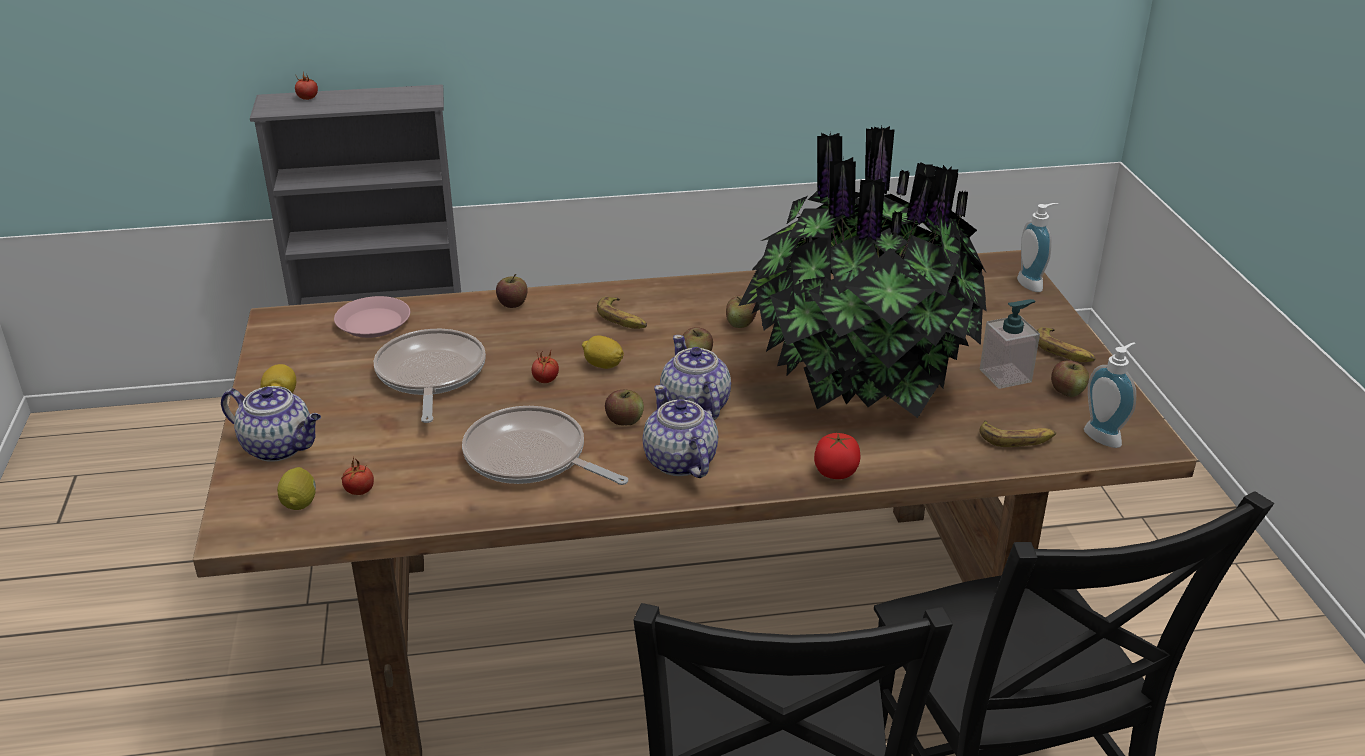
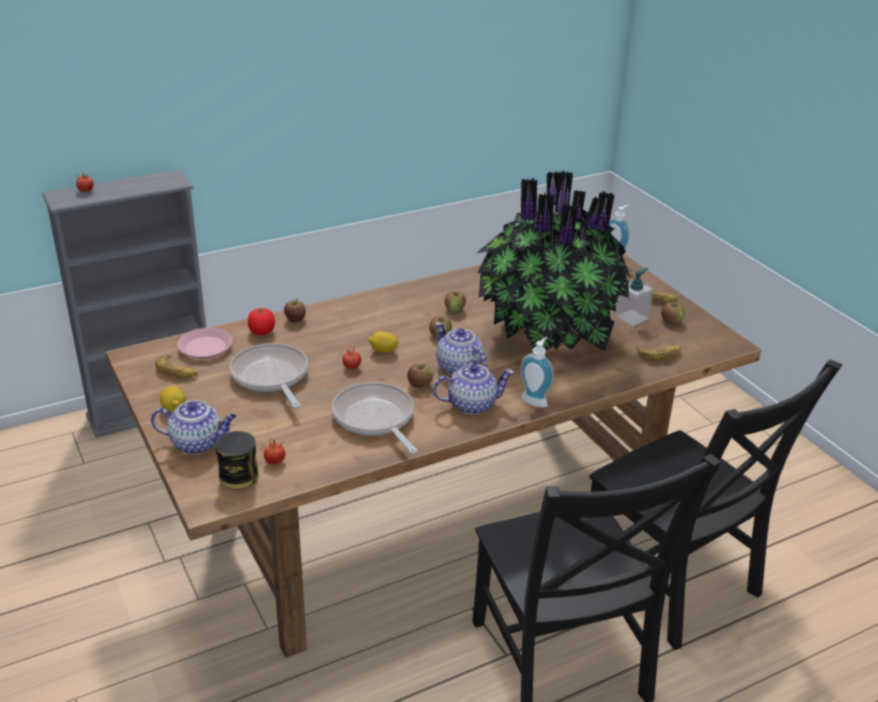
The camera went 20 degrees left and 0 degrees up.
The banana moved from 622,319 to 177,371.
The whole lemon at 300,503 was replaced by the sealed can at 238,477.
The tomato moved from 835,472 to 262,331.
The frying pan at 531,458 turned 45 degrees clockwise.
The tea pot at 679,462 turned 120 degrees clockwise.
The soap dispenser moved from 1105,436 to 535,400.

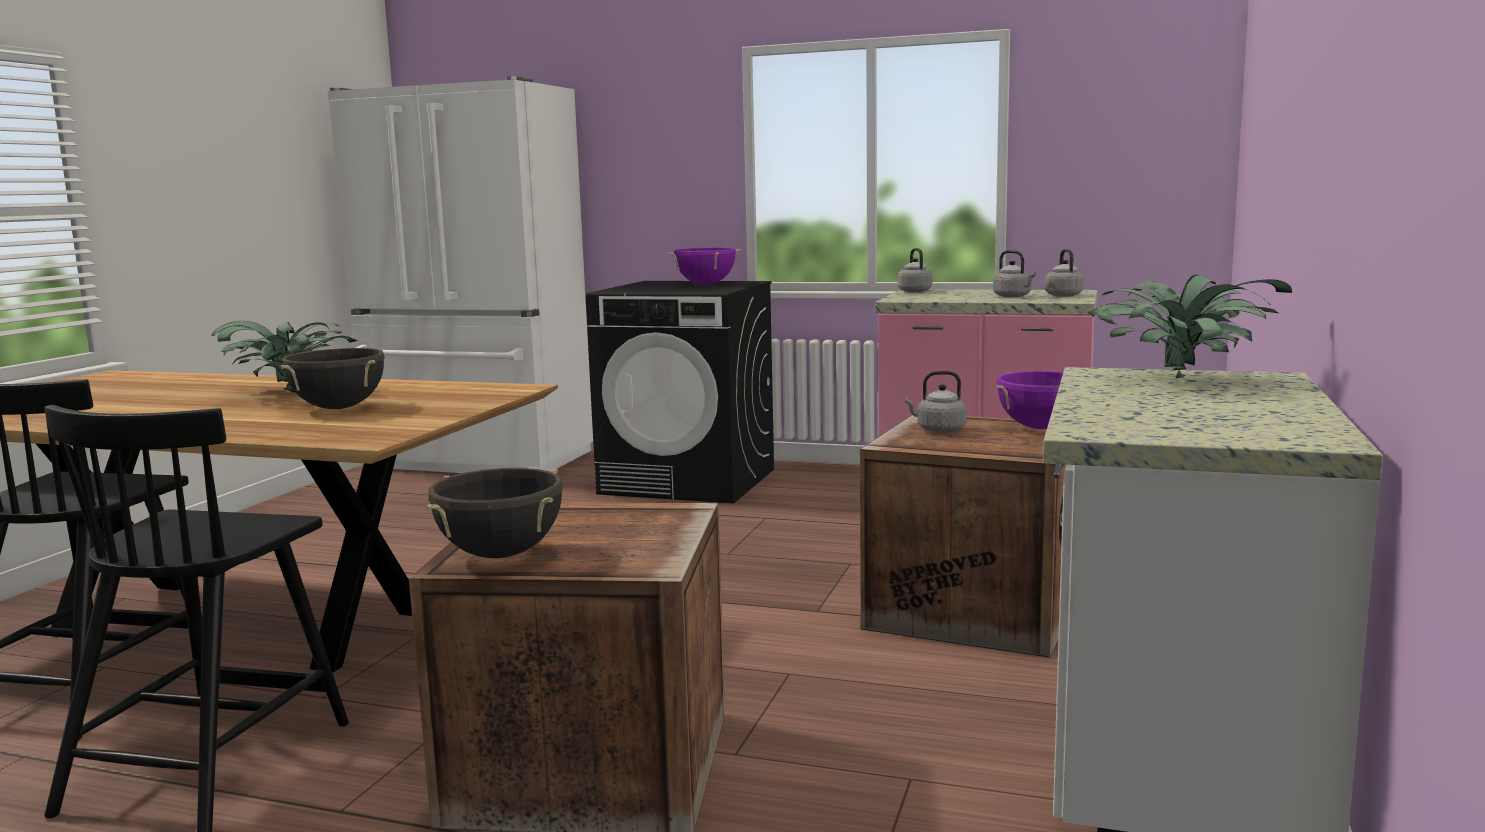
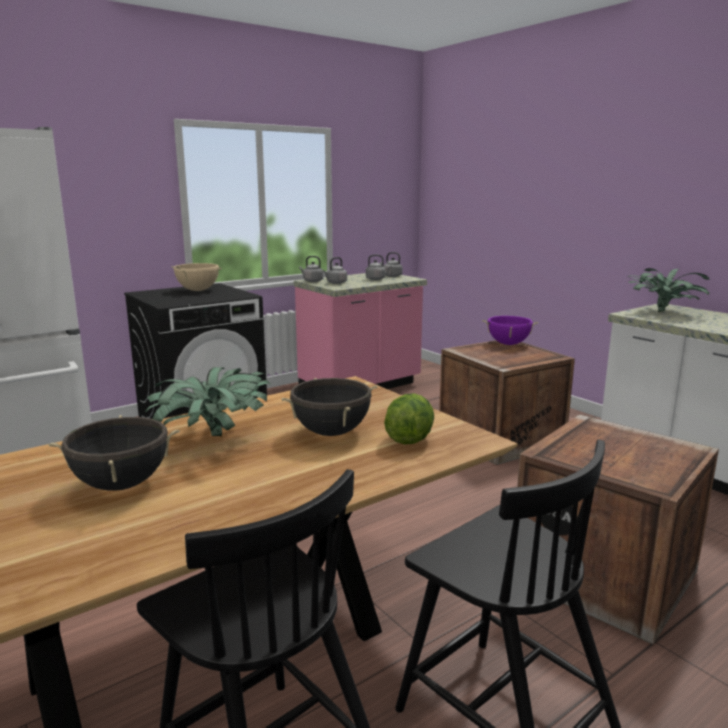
The camera went 55 degrees left and 5 degrees up.
The black-coloured stockpot moved from 501,554 to 121,484.
The purplish stockpot at 705,284 became the beige stockpot at 198,290.
The gray tea kettle moved from 938,430 to 335,283.
The lettuce head at 409,439 appeared.

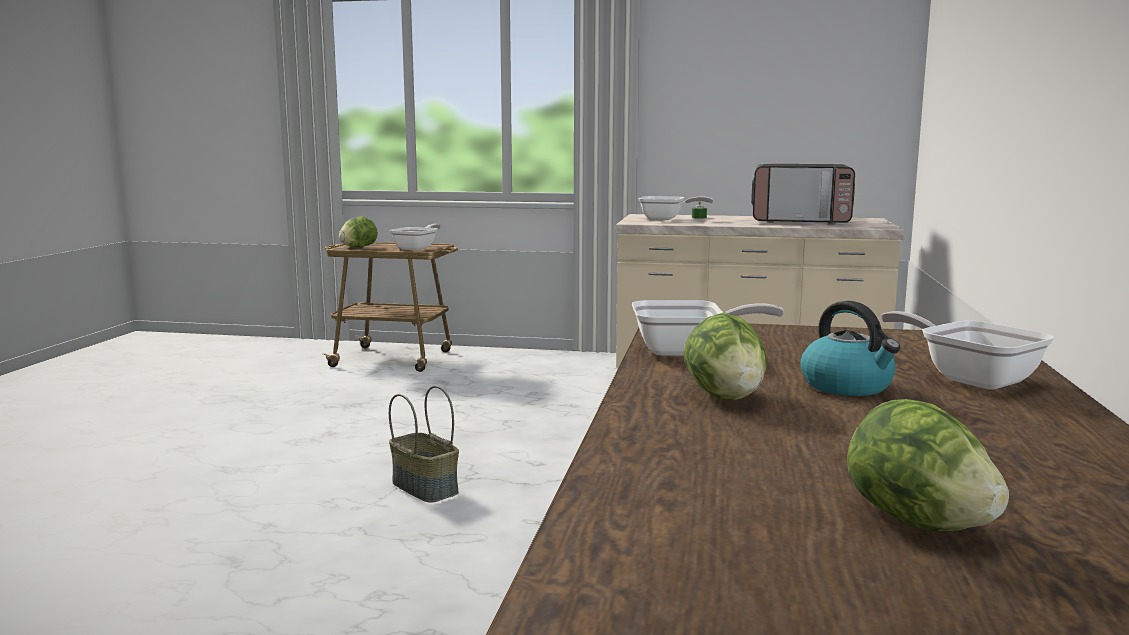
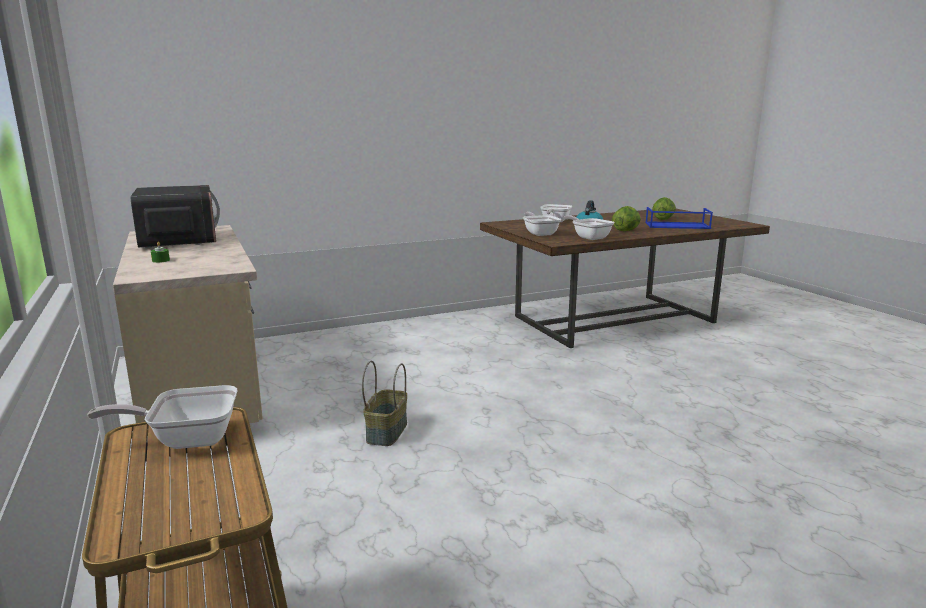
The camera went 125 degrees left and 5 degrees up.
The basket moved from 426,487 to 386,431.
The frying pan moved from 666,219 to 539,233.
The blue serving tray at 676,225 appeared.
The lettuce head at 358,247 disappeared.

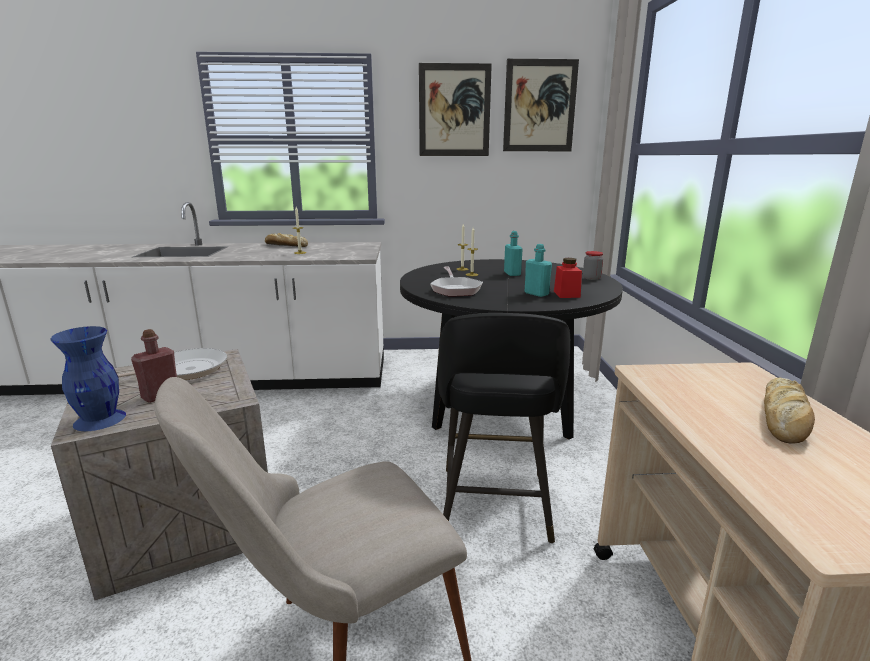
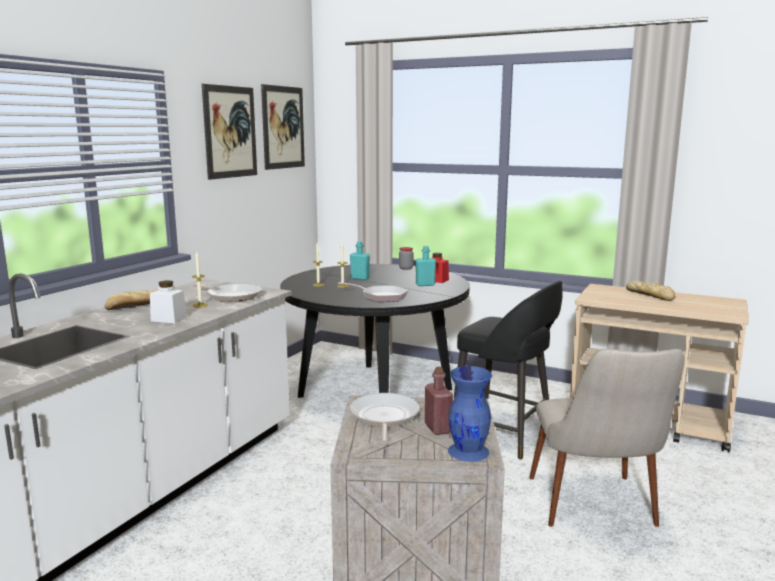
The camera went 60 degrees left and 5 degrees down.
The white-coloured storage jar at 169,319 appeared.
The frying pan at 232,296 appeared.

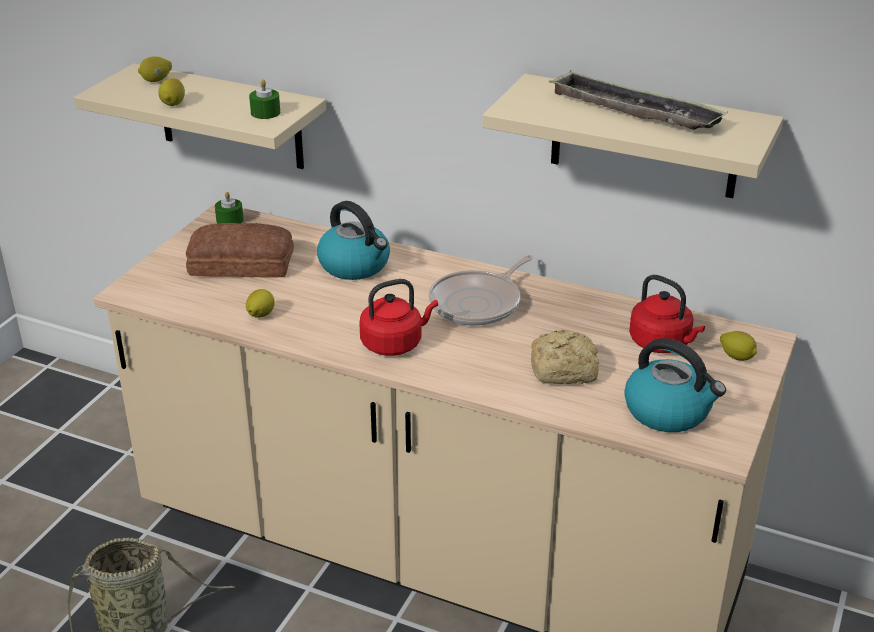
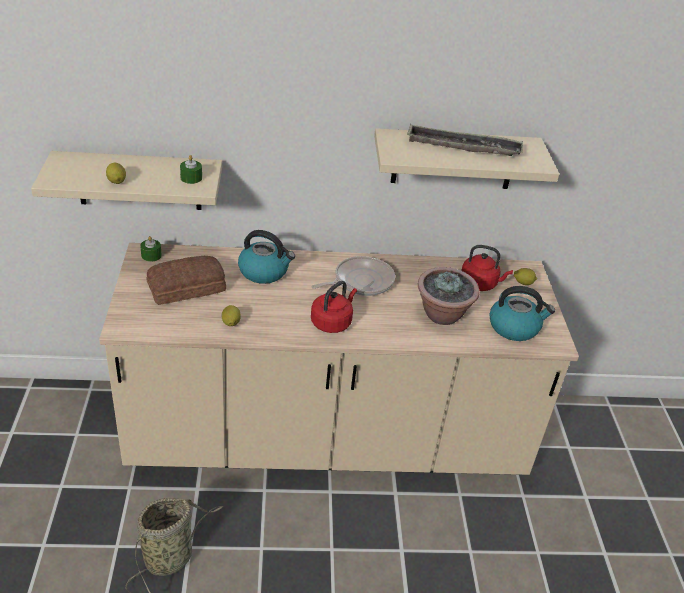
The camera went 30 degrees left and 5 degrees up.
The frying pan at 478,303 turned 135 degrees counterclockwise.
The bakery bread at 565,370 was replaced by the plant in a pot at 442,315.
The whole lemon at 156,80 disappeared.

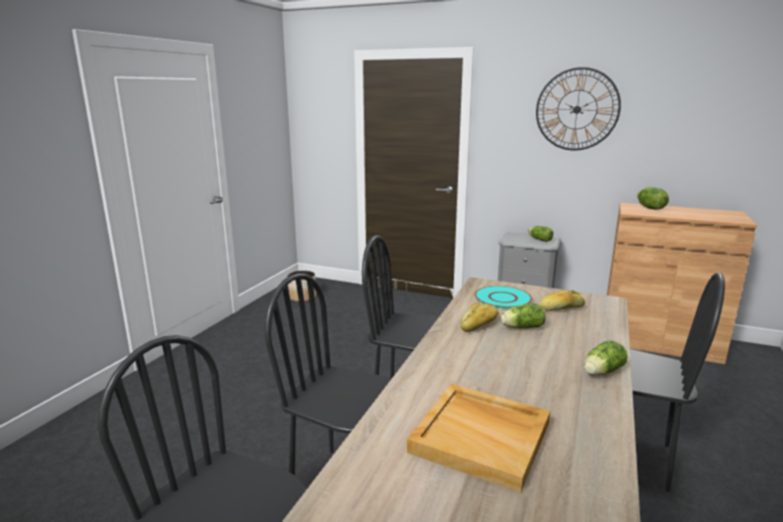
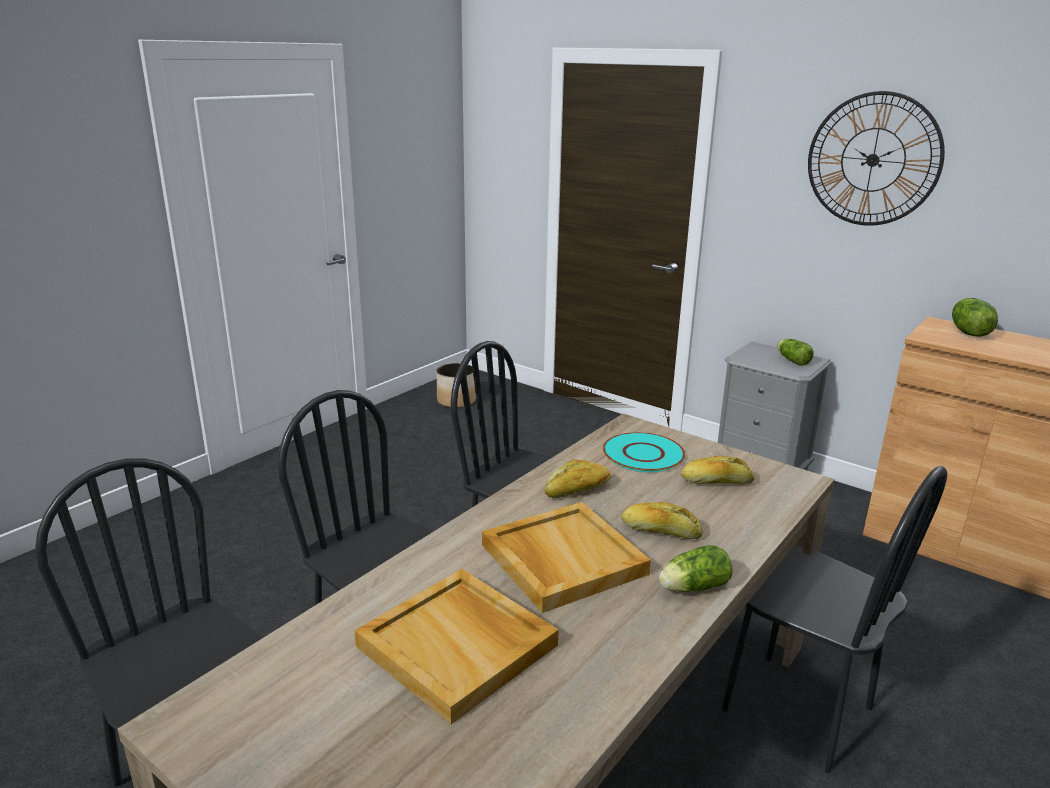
The camera went 15 degrees right and 5 degrees up.
The beige serving tray at 561,559 appeared.
The bakery bread at 660,531 appeared.
The lettuce head at 521,327 disappeared.

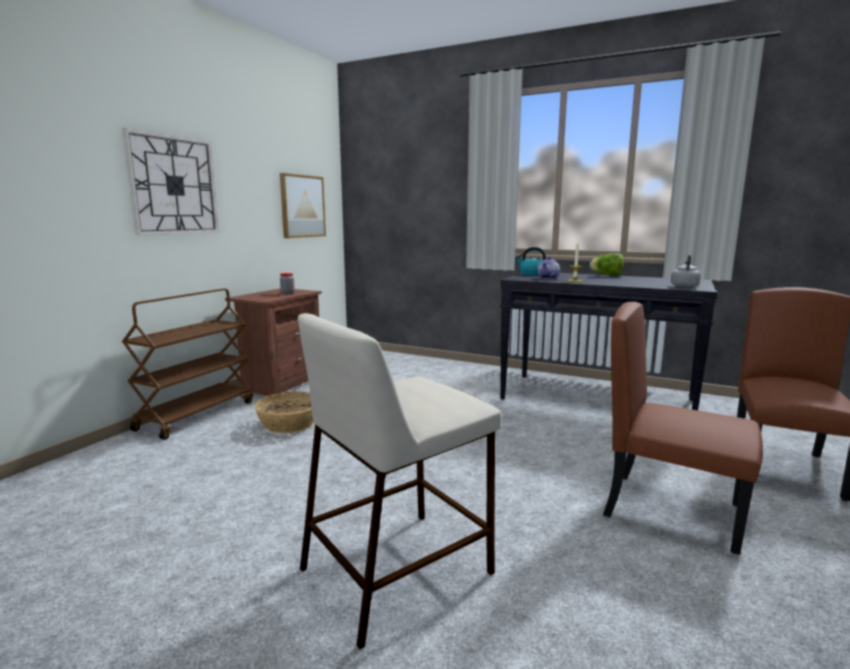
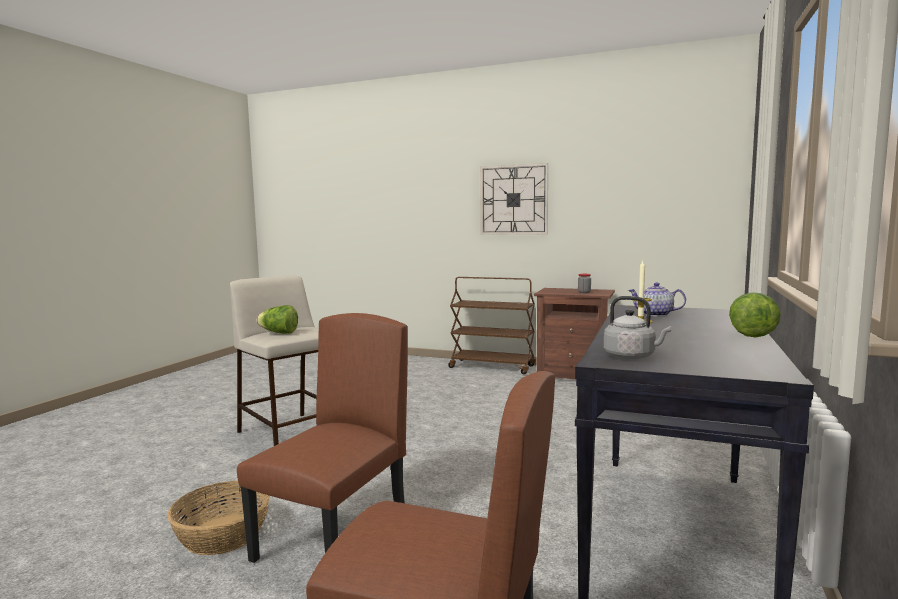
The camera went 85 degrees right and 5 degrees down.
The basket moved from 289,424 to 222,534.
The lettuce head at 279,333 appeared.
The wall picture at 302,206 disappeared.
The tea kettle at 532,274 disappeared.

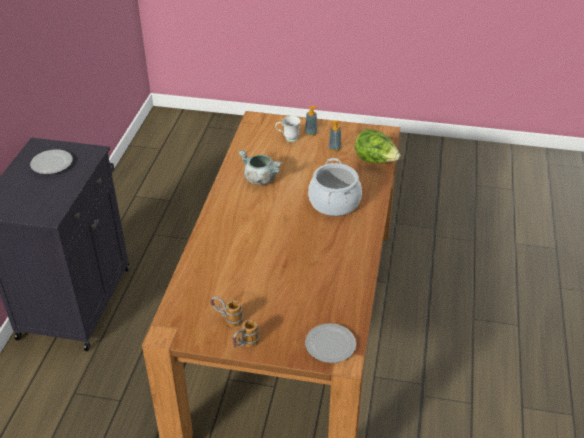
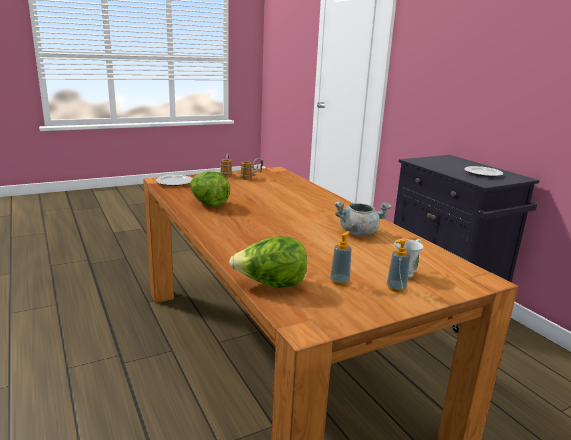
The camera went 140 degrees right and 20 degrees down.
The lettuce head at 208,204 appeared.
The stockpot at 334,203 disappeared.

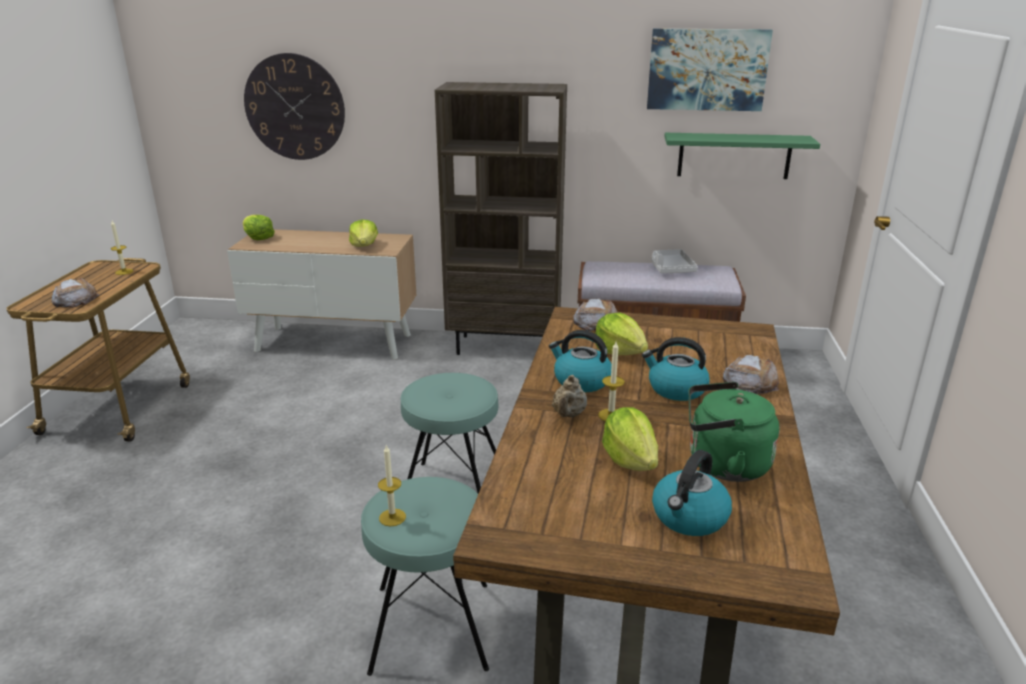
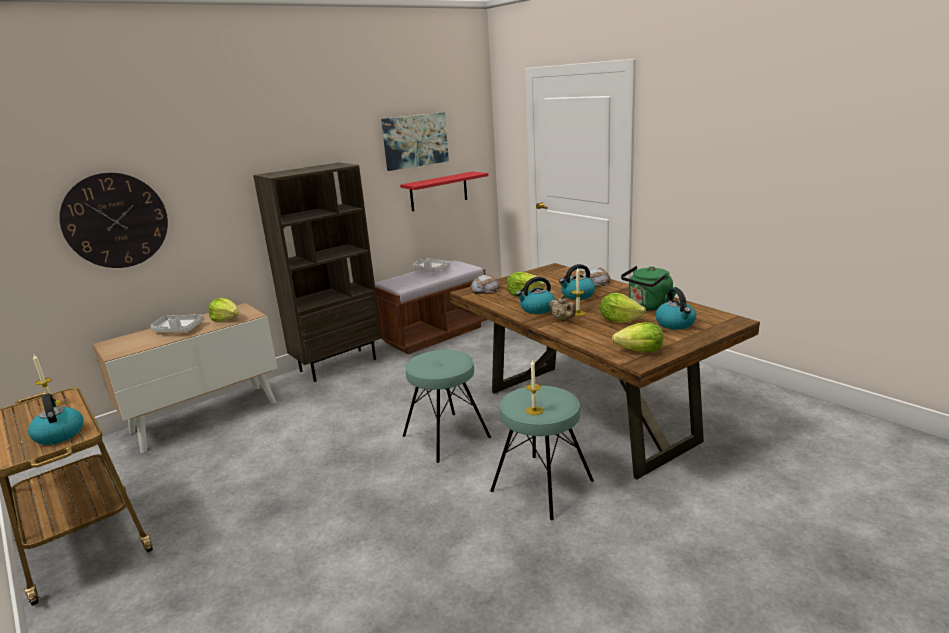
The camera went 45 degrees left and 5 degrees down.
The bakery bread at 75,300 was replaced by the tea kettle at 59,434.
The gray serving tray at 178,330 appeared.
The green-coloured wall shelf at 734,156 became the red wall shelf at 439,191.
The lettuce head moved from 258,238 to 640,351.

